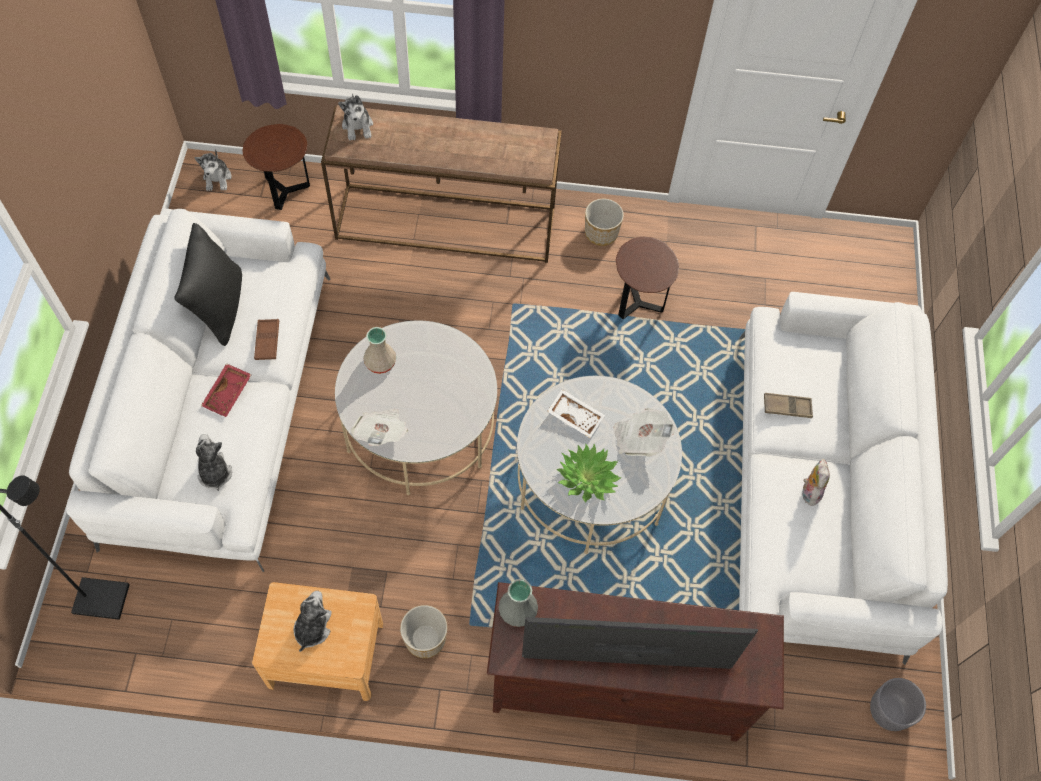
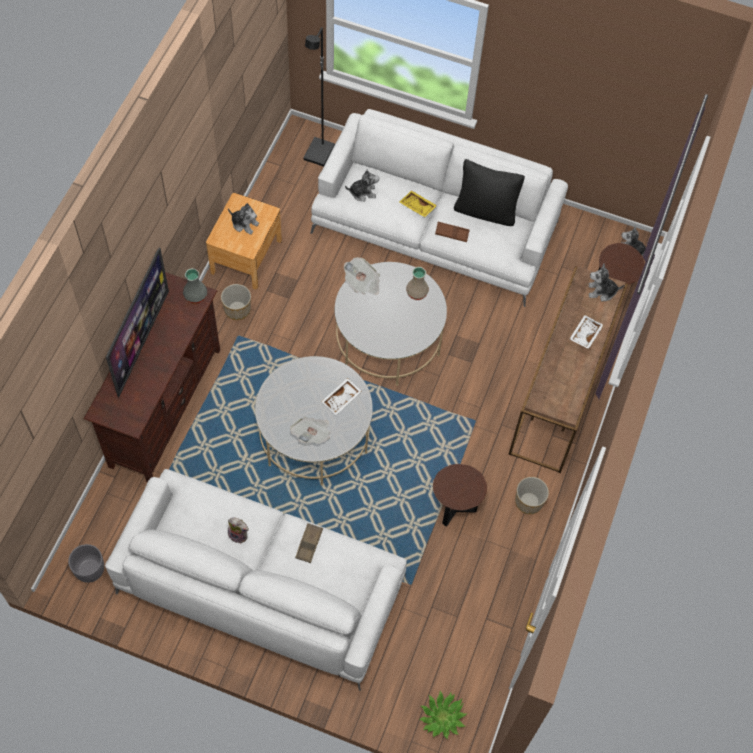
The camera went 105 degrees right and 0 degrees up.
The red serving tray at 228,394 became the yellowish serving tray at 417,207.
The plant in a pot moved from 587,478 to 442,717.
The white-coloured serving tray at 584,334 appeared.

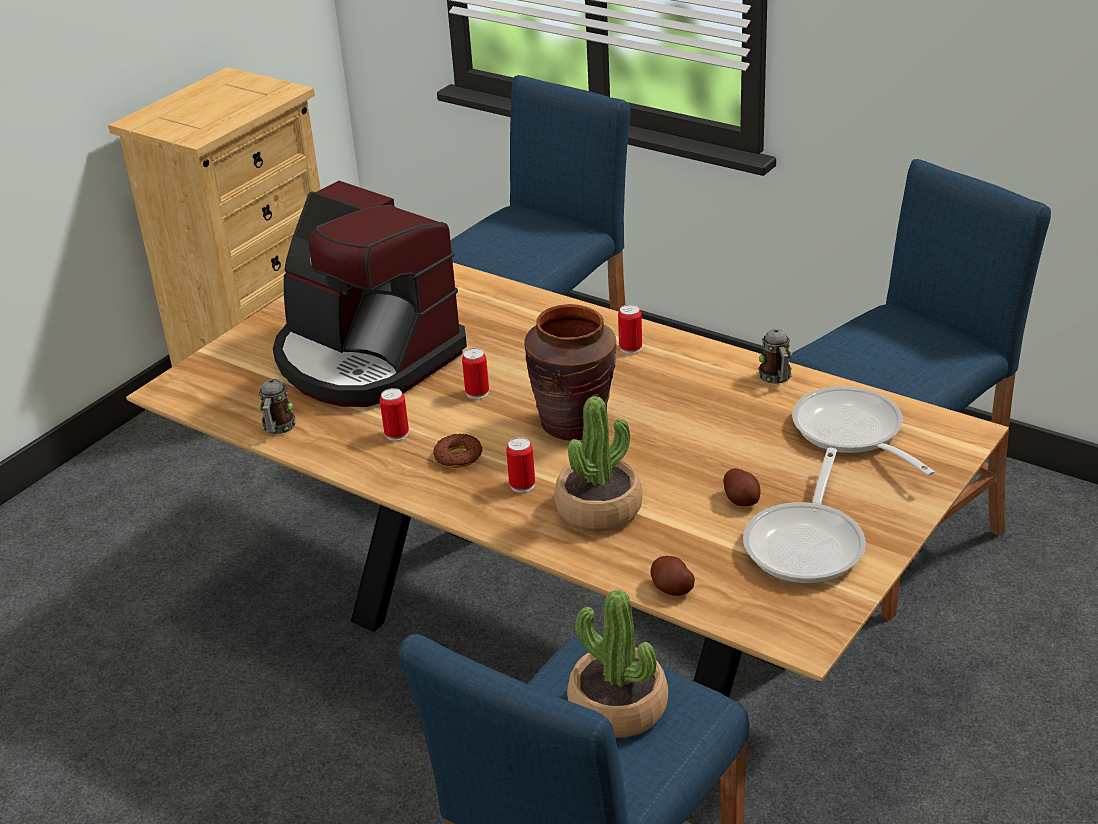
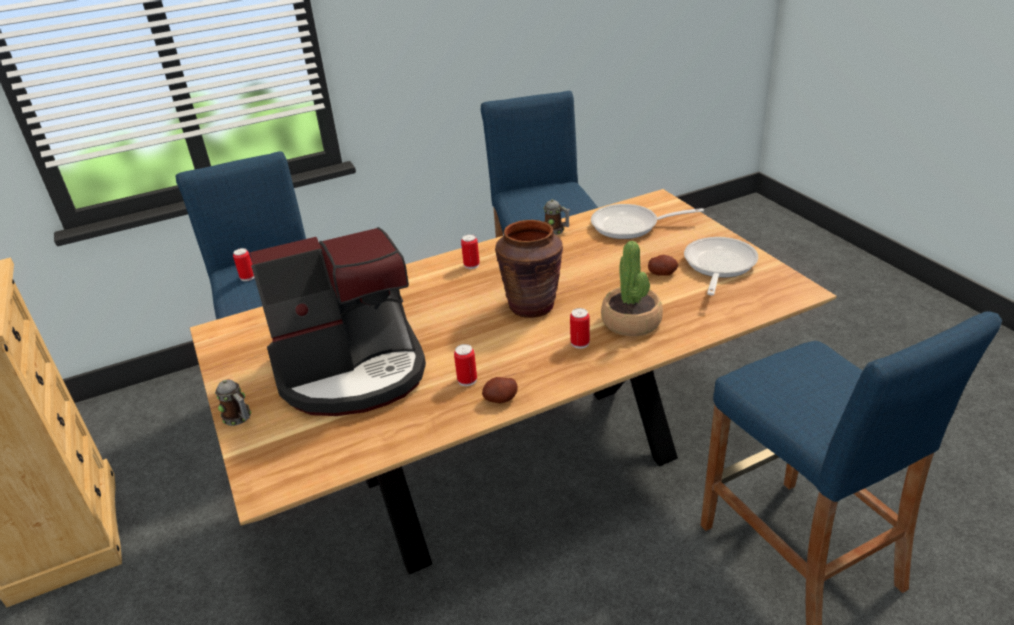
The camera went 60 degrees left and 0 degrees up.
The mug moved from 278,428 to 239,418.
The sealed can moved from 477,393 to 247,277.
The whole potato moved from 672,588 to 501,399.
The frying pan at 807,543 turned 120 degrees counterclockwise.
The donut at 458,456 disappeared.
The plant in a pot at 617,707 disappeared.

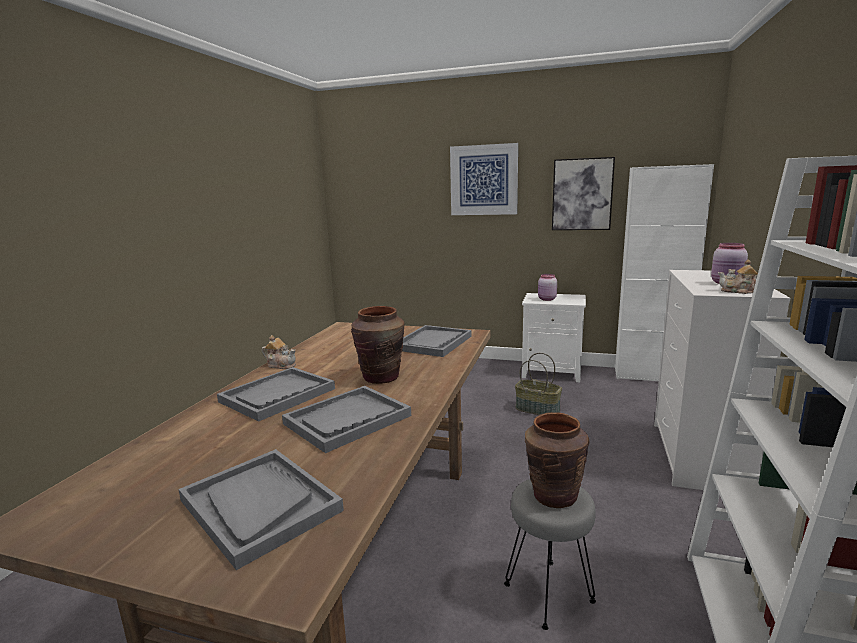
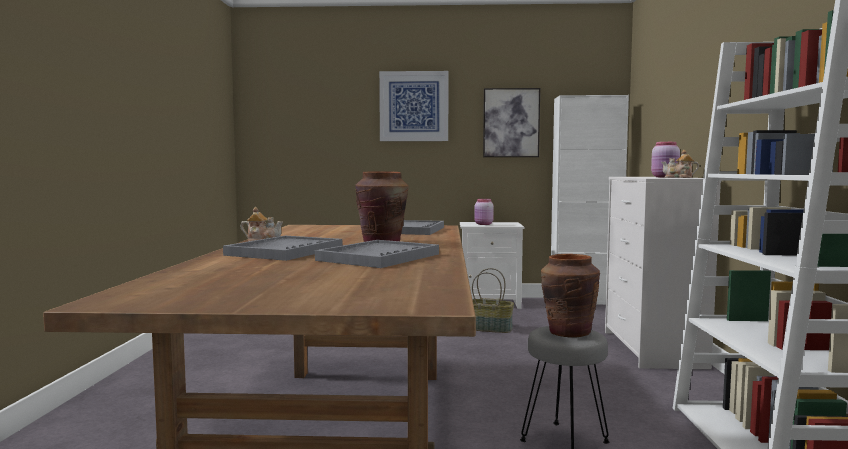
The camera went 15 degrees left and 10 degrees down.
The gray serving tray at 259,505 disappeared.

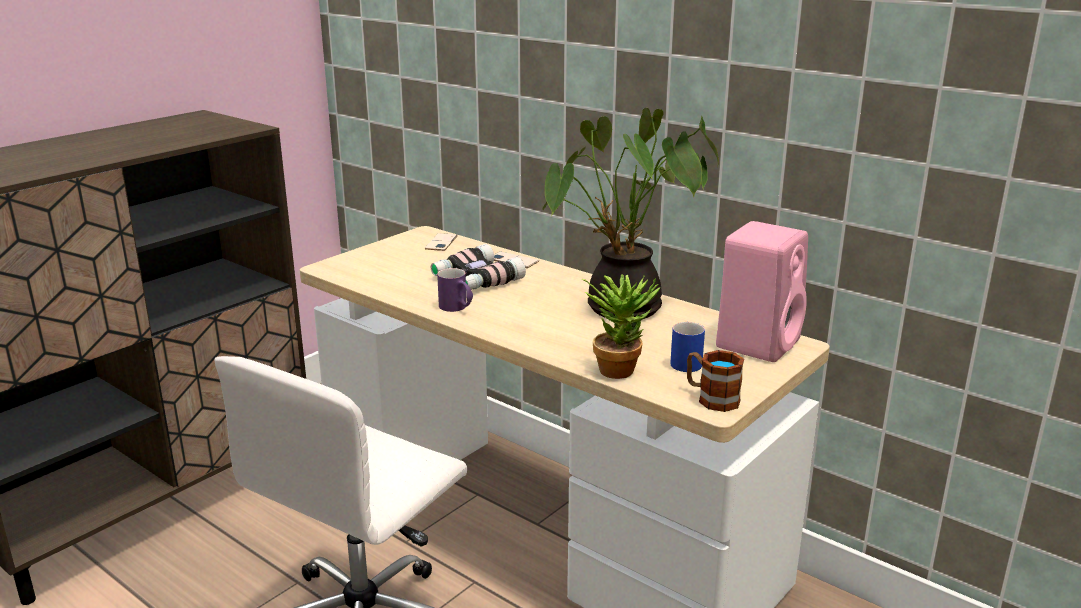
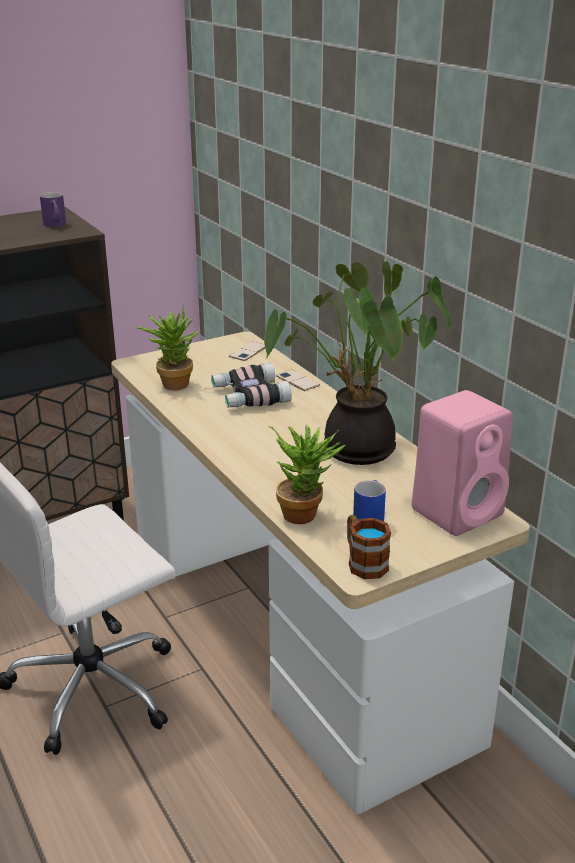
The camera went 20 degrees right and 5 degrees up.
The purplish mug moved from 457,308 to 55,225.
The plant in a pot at 172,383 appeared.

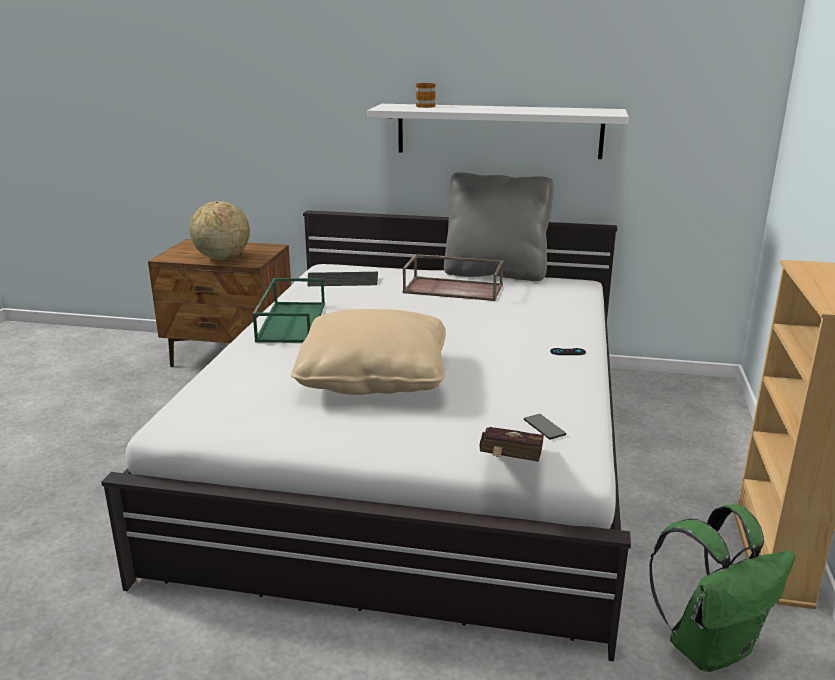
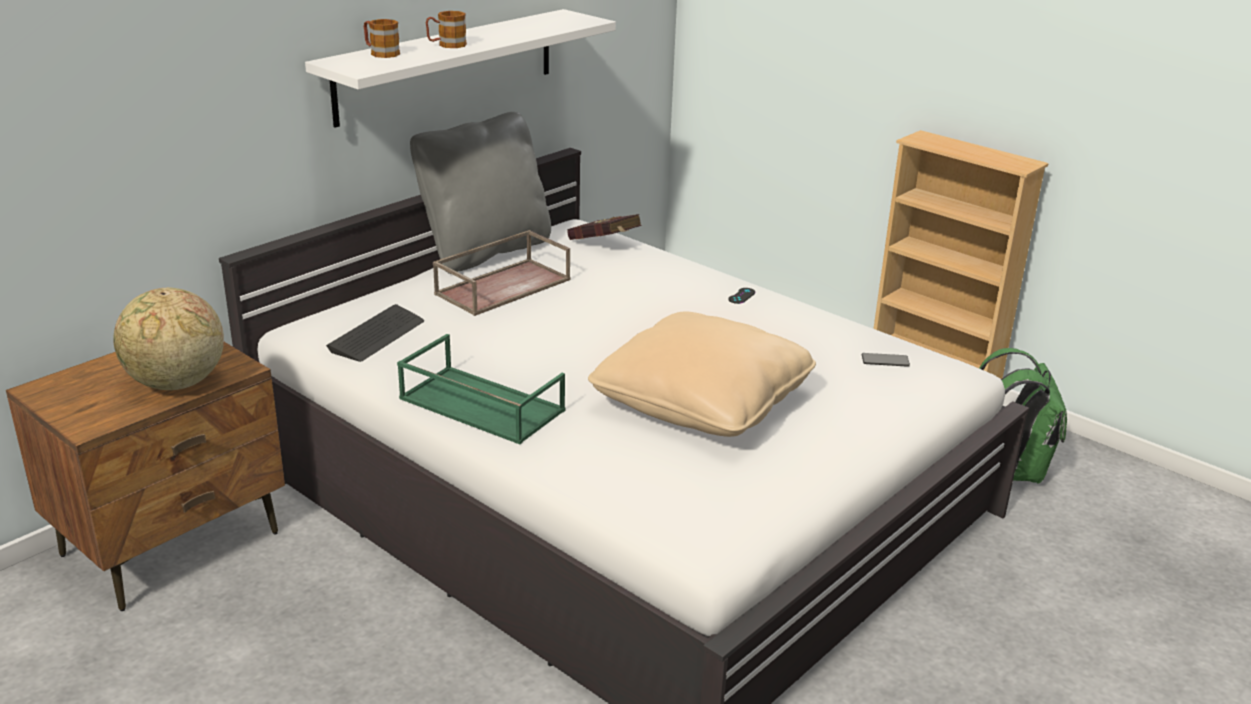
The camera went 60 degrees left and 5 degrees up.
The mug at 446,45 appeared.
The red volume moved from 510,465 to 605,245.

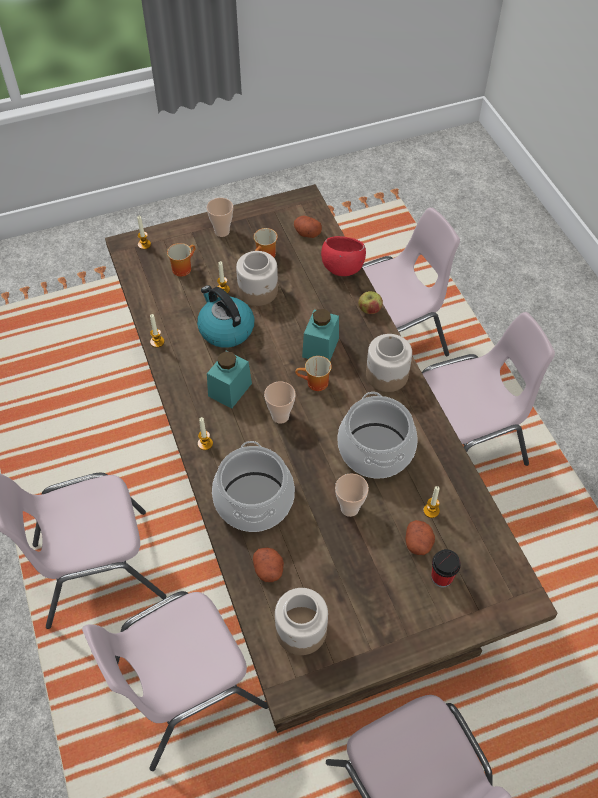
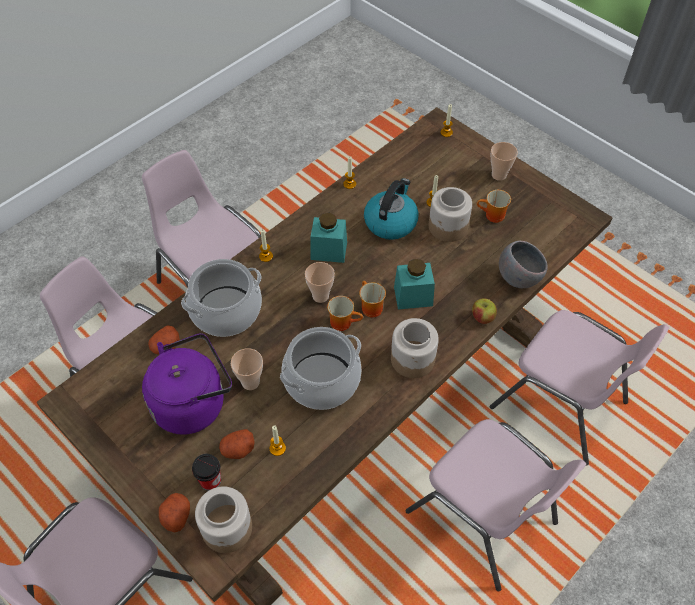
The camera went 65 degrees right and 0 degrees up.
The purplish tea kettle at 193,402 appeared.
The whole potato moved from 306,233 to 176,515.
The storage jar moved from 302,630 to 227,529.
The mug moved from 182,267 to 343,321.
The red deep dish at 342,269 became the gray deep dish at 518,278.

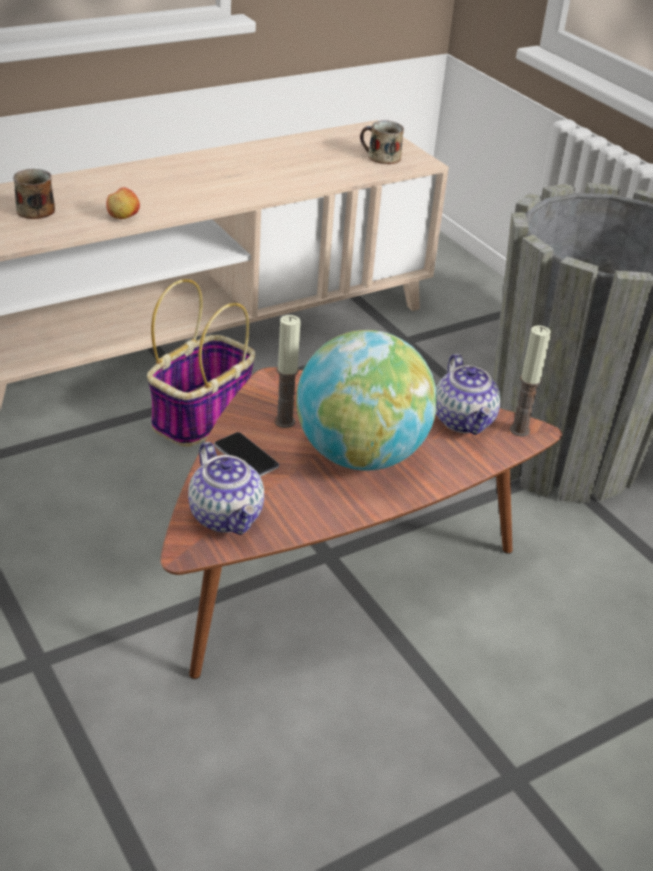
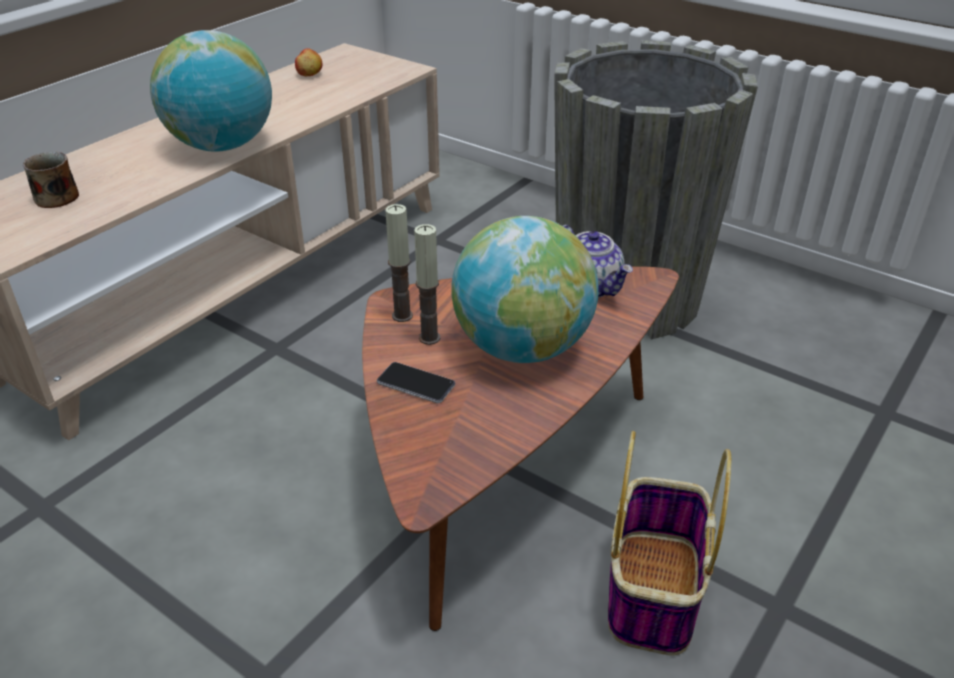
The camera went 20 degrees left and 0 degrees up.
The desk globe at 222,146 appeared.
The whole apple moved from 123,216 to 310,74.
The candle moved from 519,430 to 402,316.
The basket moved from 202,415 to 653,589.
The tea pot at 227,516 disappeared.
The mug at 382,157 disappeared.

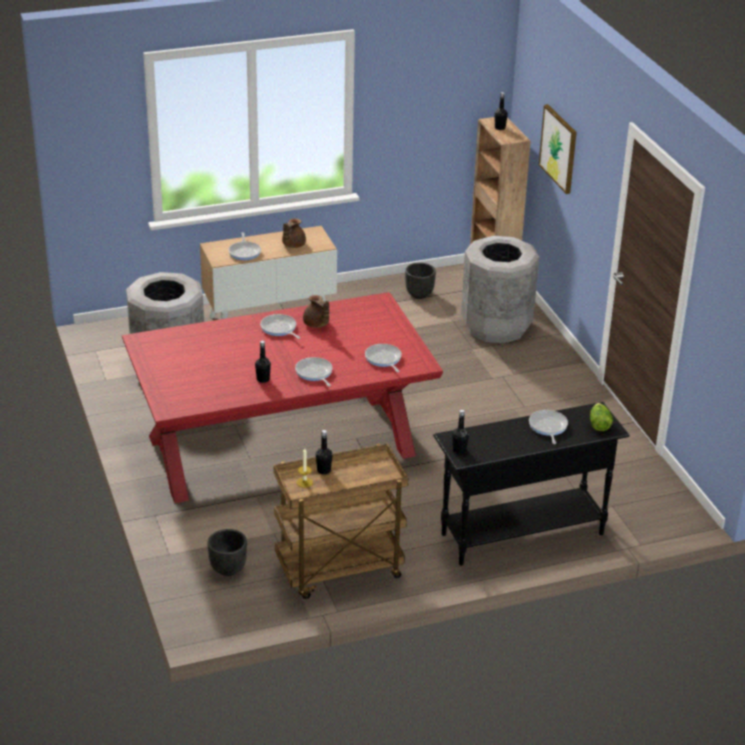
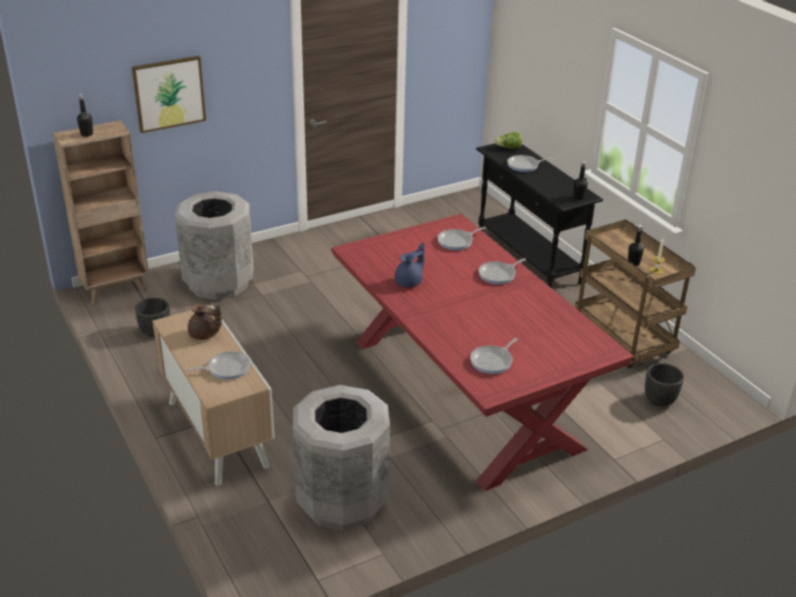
The camera went 100 degrees left and 0 degrees up.
The brown tea pot at 316,324 became the blue tea pot at 409,282.
The frying pan moved from 279,329 to 493,361.
The black-coloured bottle at 263,379 disappeared.

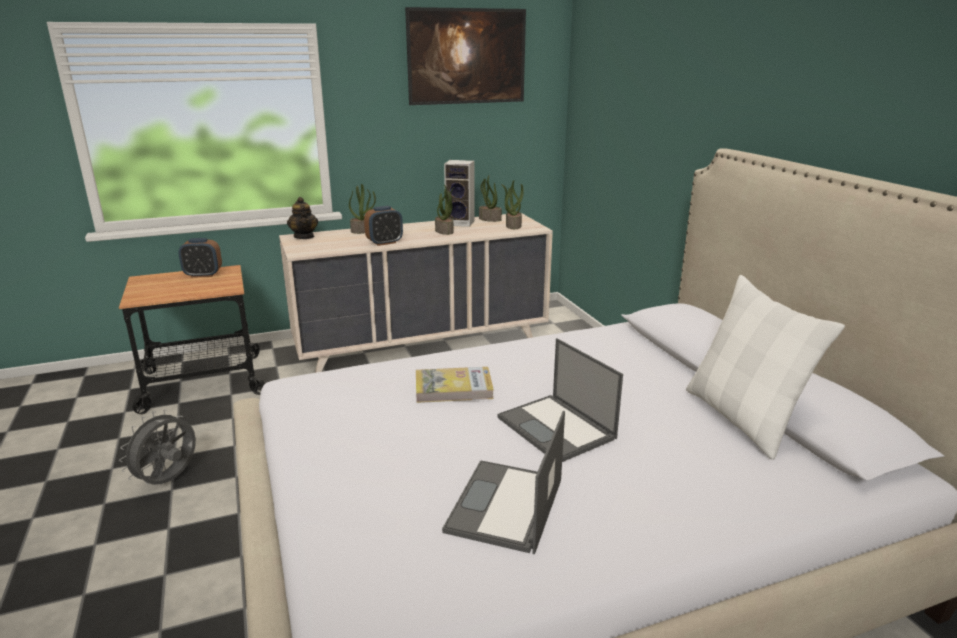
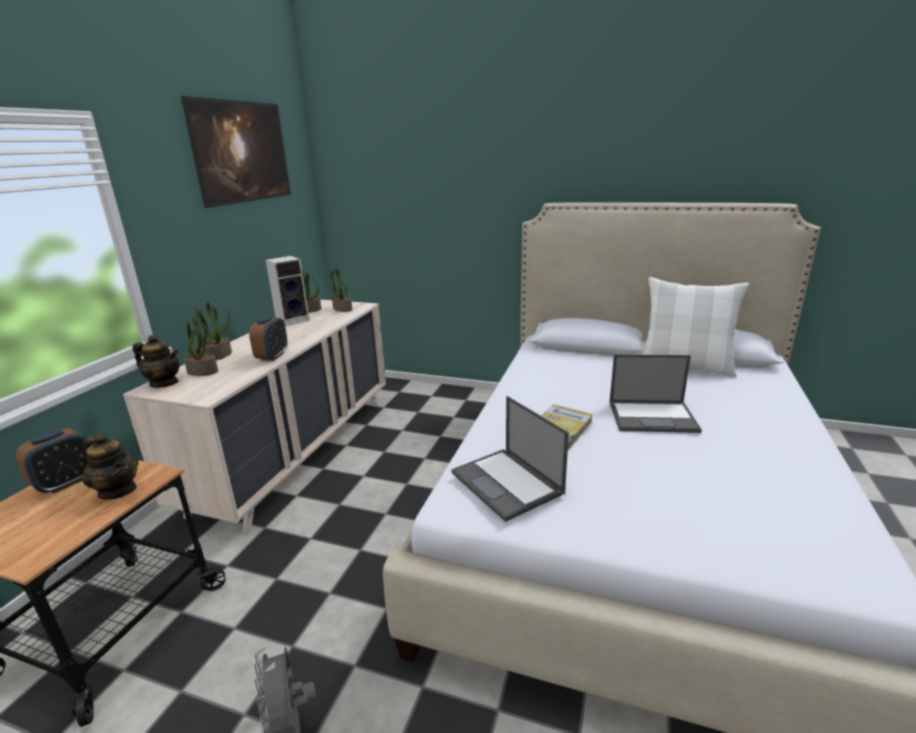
The camera went 50 degrees left and 0 degrees up.
The tea pot at 118,490 appeared.
The plant in a pot moved from 444,231 to 203,371.
The laptop moved from 505,506 to 507,483.

